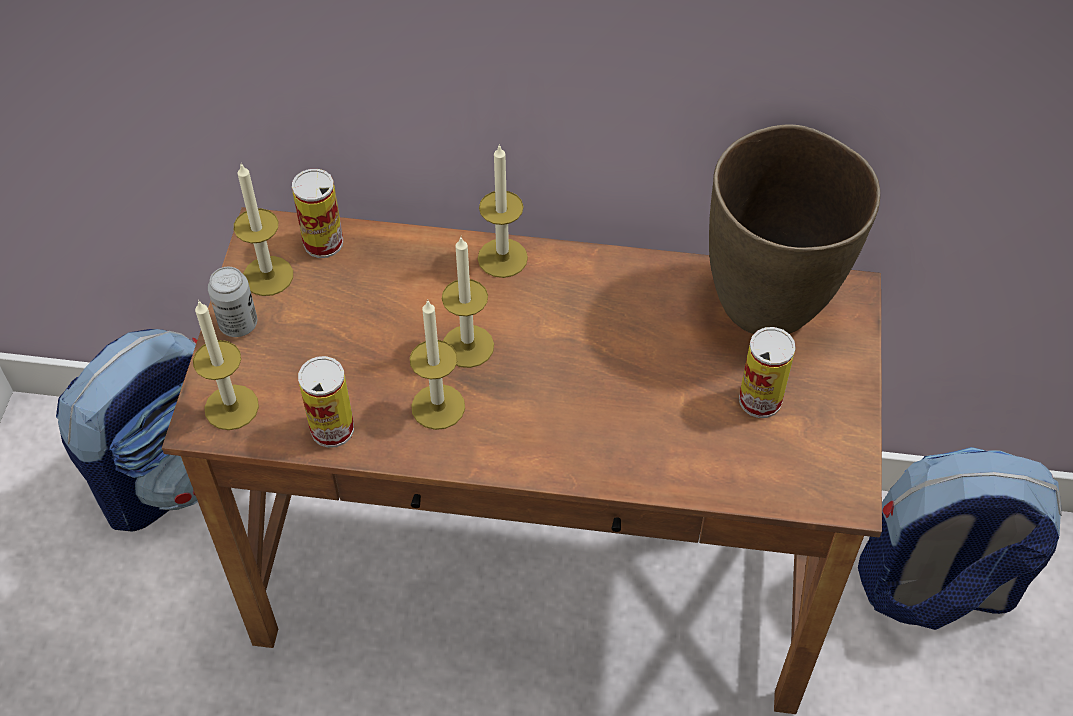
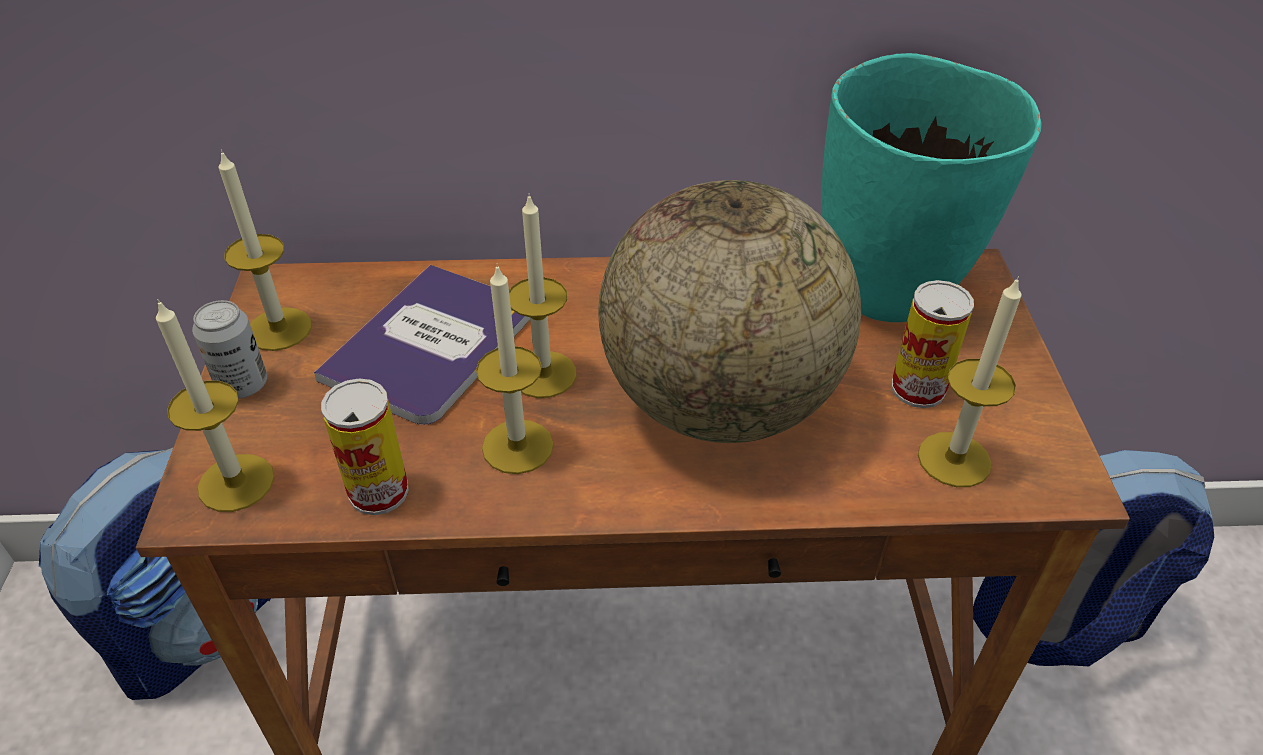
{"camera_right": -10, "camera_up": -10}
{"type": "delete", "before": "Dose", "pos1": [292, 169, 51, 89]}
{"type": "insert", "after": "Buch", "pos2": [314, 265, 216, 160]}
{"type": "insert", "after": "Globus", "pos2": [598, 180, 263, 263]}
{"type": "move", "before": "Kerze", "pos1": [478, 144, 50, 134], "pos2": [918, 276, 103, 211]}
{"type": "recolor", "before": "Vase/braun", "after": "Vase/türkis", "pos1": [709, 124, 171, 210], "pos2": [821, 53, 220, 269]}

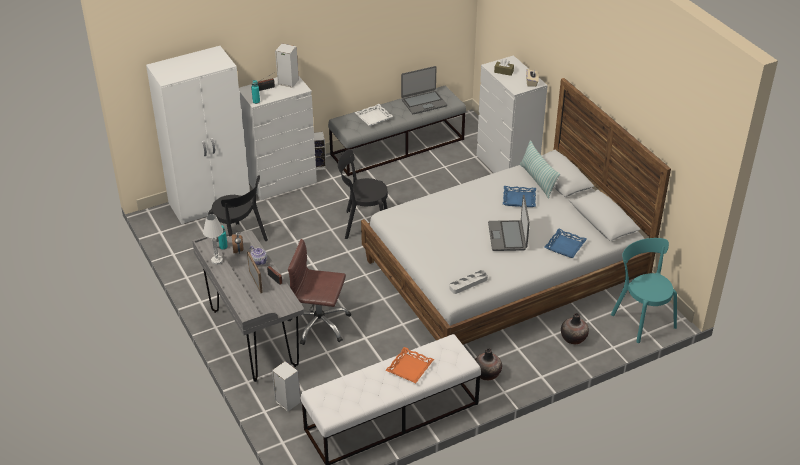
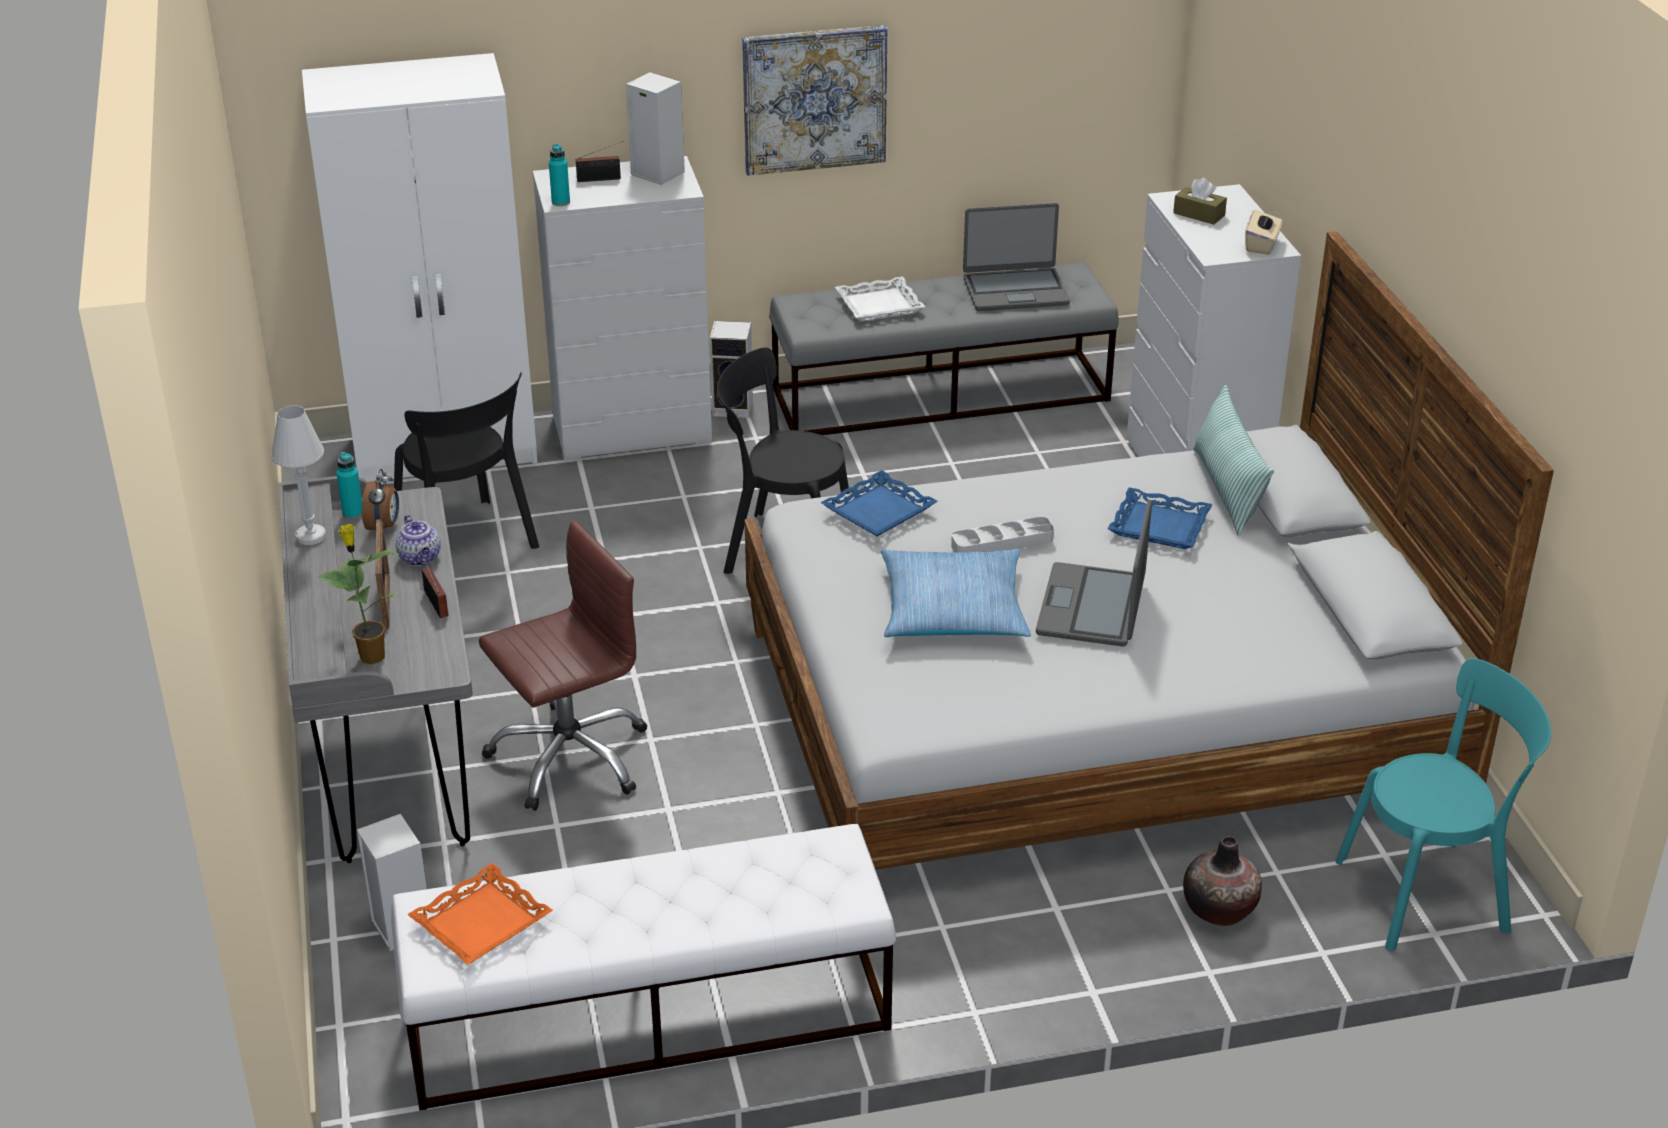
{"camera_right": 15, "camera_up": -5}
{"type": "delete", "before": "Vase", "pos1": [475, 348, 27, 32]}
{"type": "insert", "after": "Topfpflanze", "pos2": [317, 524, 82, 140]}
{"type": "insert", "after": "Bild", "pos2": [742, 25, 145, 151]}
{"type": "insert", "after": "Kissen", "pos2": [881, 549, 150, 88]}
{"type": "move", "before": "Tablett/orange", "pos1": [385, 347, 49, 36], "pos2": [407, 863, 146, 102]}
{"type": "move", "before": "Tablett/grau", "pos1": [449, 270, 39, 24], "pos2": [951, 517, 103, 35]}
{"type": "move", "before": "Tablett/blau", "pos1": [544, 229, 43, 29], "pos2": [820, 470, 117, 66]}
{"type": "rotate", "before": "Bürostuhl/braun", "pos1": [288, 239, 63, 106], "pos2": [479, 520, 168, 291], "turn": 120}
{"type": "rotate", "before": "Stuhl/türkis", "pos1": [611, 238, 66, 105], "pos2": [1336, 658, 215, 293], "turn": 90}

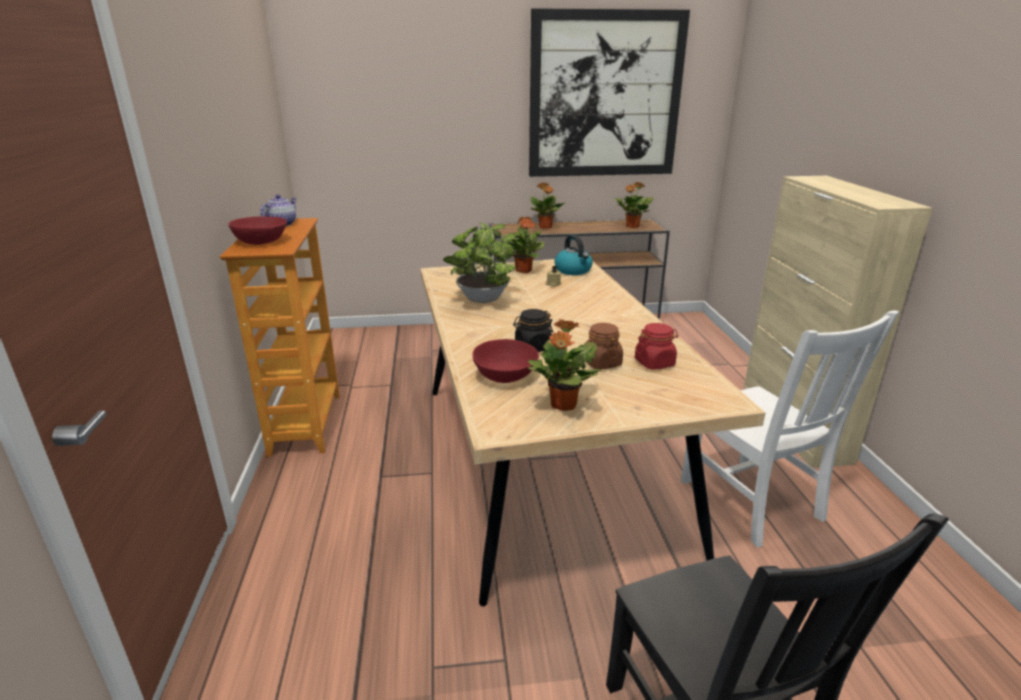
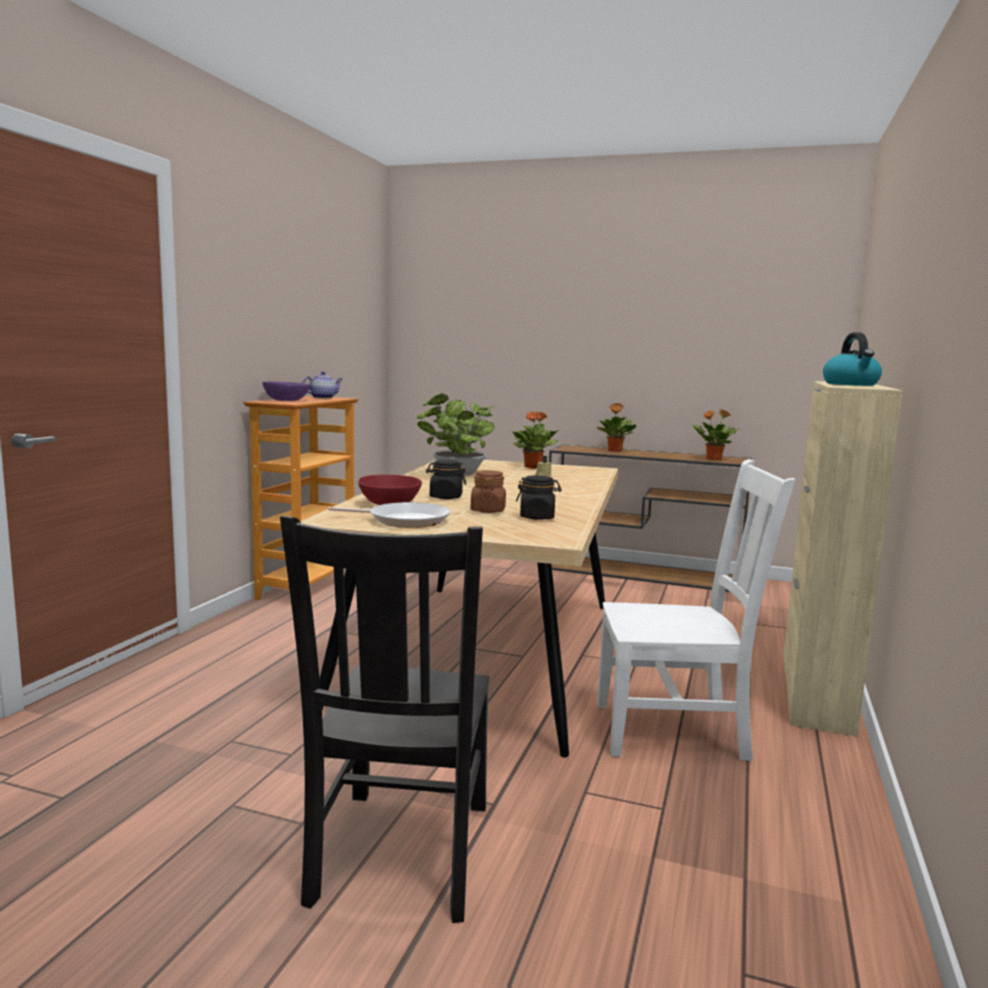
{"camera_right": 25, "camera_up": -15}
{"type": "delete", "before": "Bild", "pos1": [529, 8, 161, 169]}
{"type": "move", "before": "Wasserkessel", "pos1": [554, 235, 39, 40], "pos2": [823, 332, 59, 54]}
{"type": "replace", "before": "Topfpflanze", "after": "Pfanne", "pos1": [528, 319, 73, 92], "pos2": [328, 502, 123, 26]}
{"type": "recolor", "before": "Schüssel/rot", "after": "Schüssel/lila", "pos1": [229, 216, 58, 29], "pos2": [263, 381, 48, 20]}
{"type": "recolor", "before": "Vorratsglas/rot", "after": "Vorratsglas/schwarz", "pos1": [635, 323, 43, 47], "pos2": [516, 475, 46, 45]}
{"type": "rotate", "before": "Stuhl/weiß", "pos1": [680, 311, 219, 236], "pos2": [597, 459, 198, 302], "turn": -90}

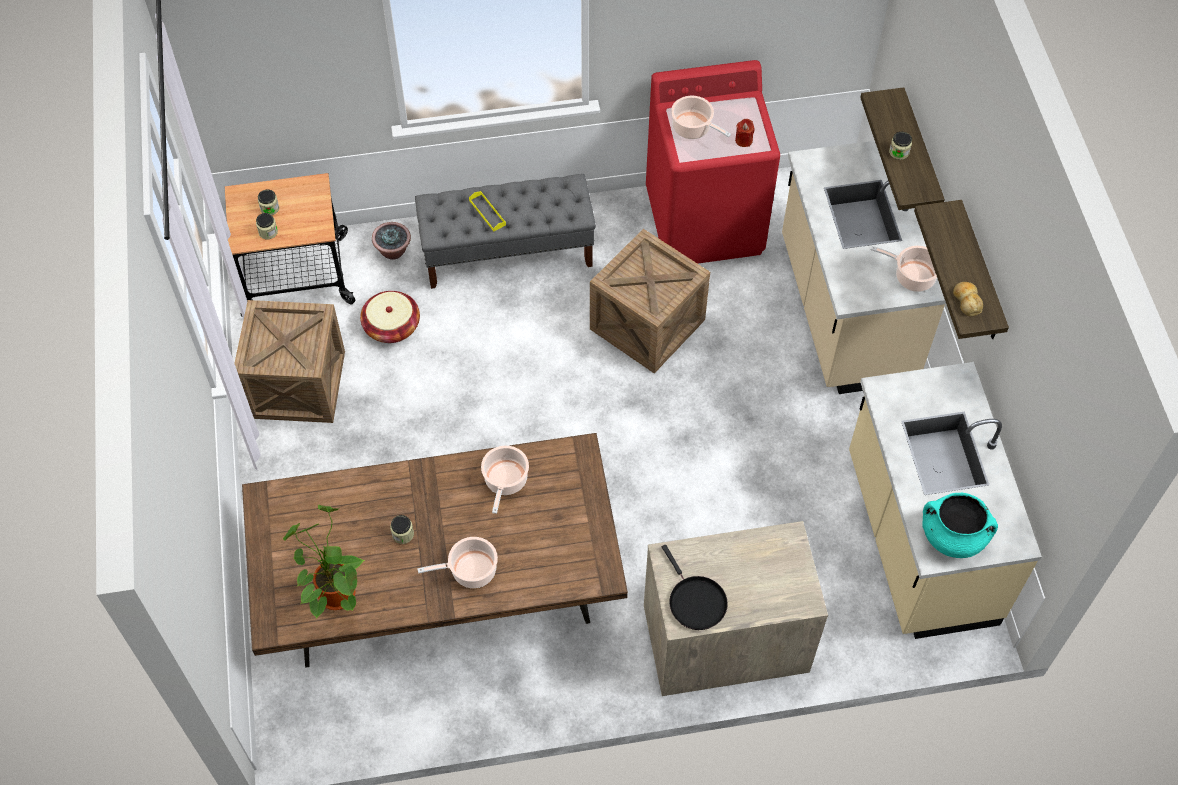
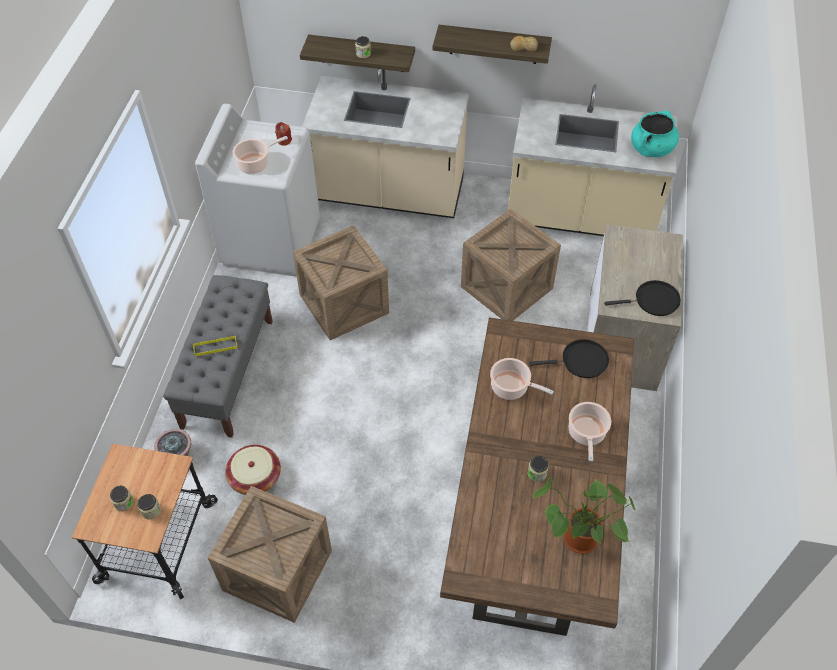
{"camera_right": -70, "camera_up": -5}
{"type": "delete", "before": "Kochtopf", "pos1": [870, 246, 67, 46]}
{"type": "insert", "after": "Kiste", "pos2": [461, 209, 100, 112]}
{"type": "insert", "after": "Pfanne/schwarz", "pos2": [529, 339, 80, 39]}
{"type": "recolor", "before": "Waschmaschine/rot", "after": "Waschmaschine/weiß", "pos1": [646, 60, 134, 204], "pos2": [195, 104, 125, 173]}

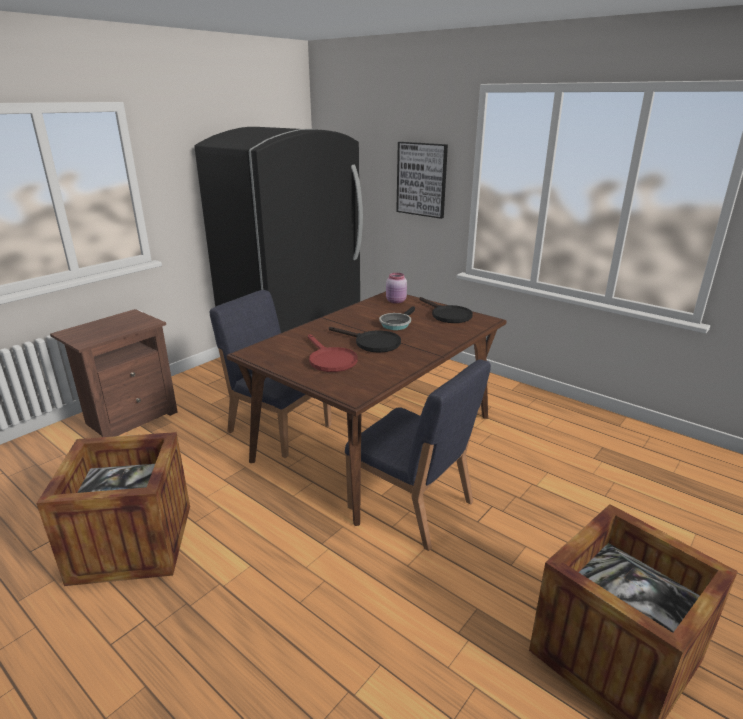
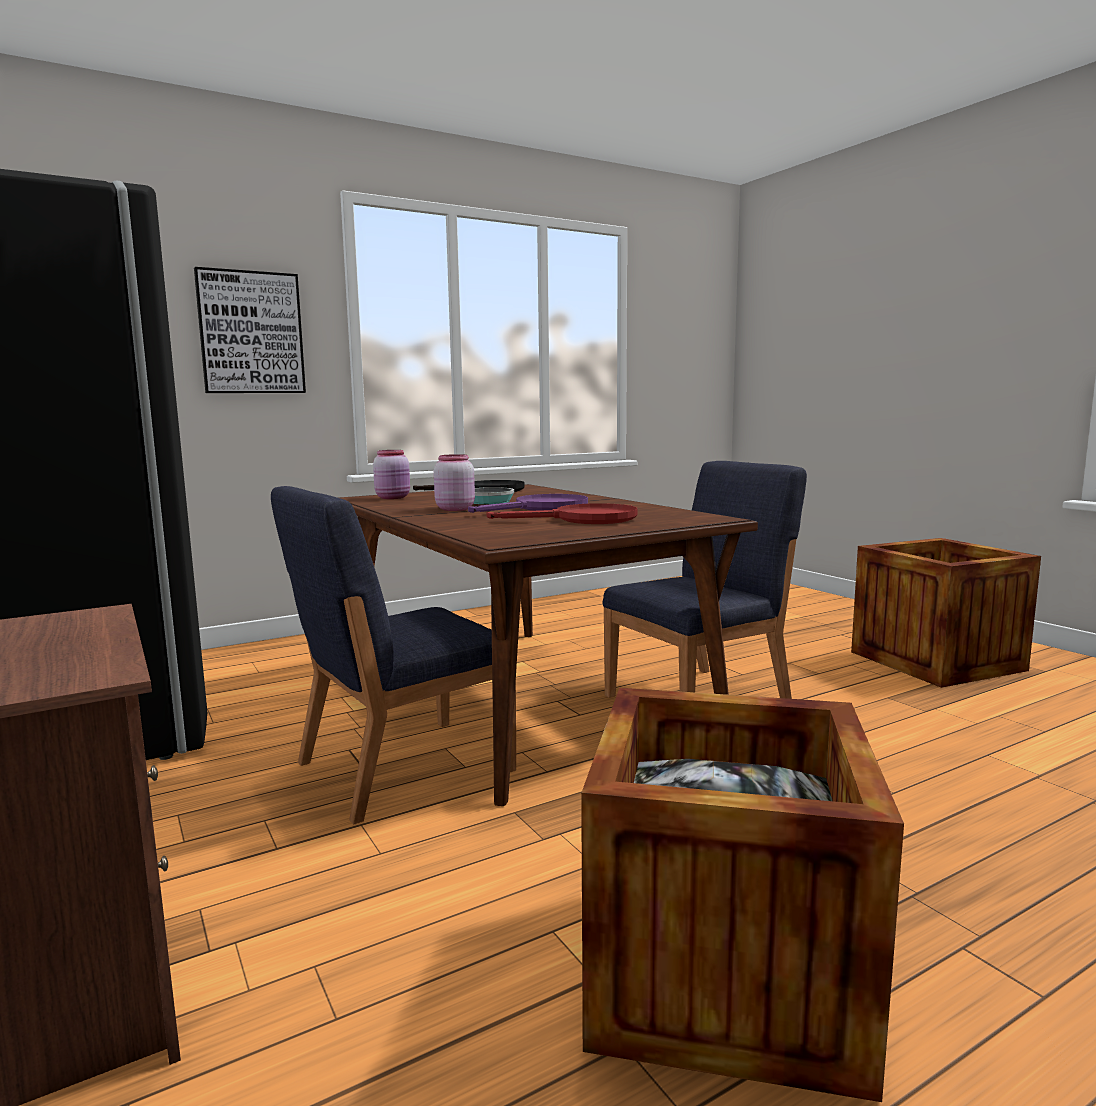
{"camera_right": -70, "camera_up": -15}
{"type": "insert", "after": "Vorratsglas/rosa", "pos2": [434, 454, 41, 57]}
{"type": "recolor", "before": "Pfanne/schwarz", "after": "Pfanne/lila", "pos1": [329, 327, 72, 26], "pos2": [468, 494, 120, 19]}

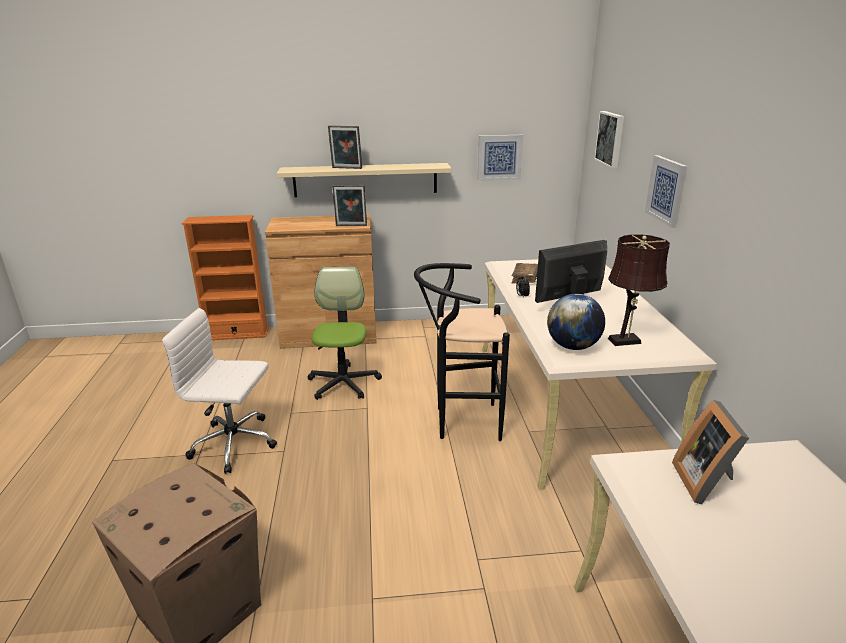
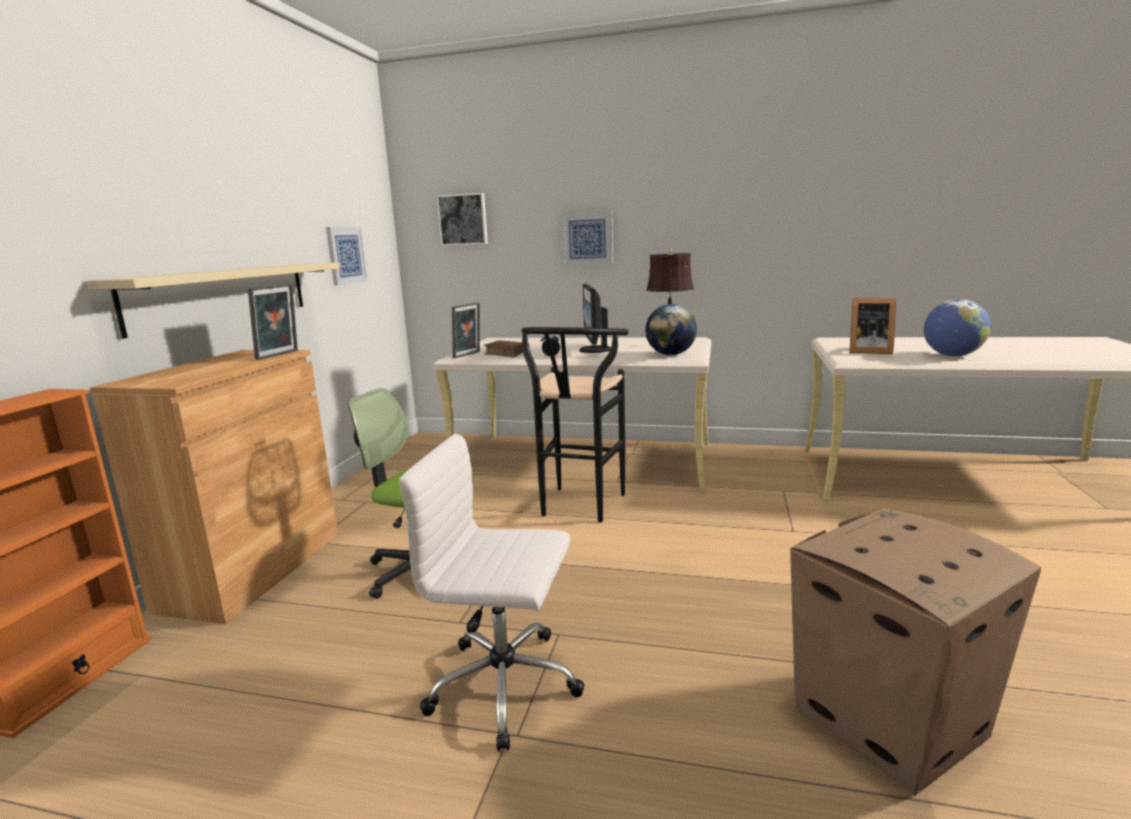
{"camera_right": -70, "camera_up": -10}
{"type": "insert", "after": "Globus", "pos2": [923, 299, 68, 58]}
{"type": "move", "before": "Bilderrahmen", "pos1": [328, 125, 34, 44], "pos2": [452, 303, 28, 55]}
{"type": "rotate", "before": "Bürostuhl/weiß", "pos1": [162, 308, 115, 166], "pos2": [399, 434, 185, 318], "turn": 75}

